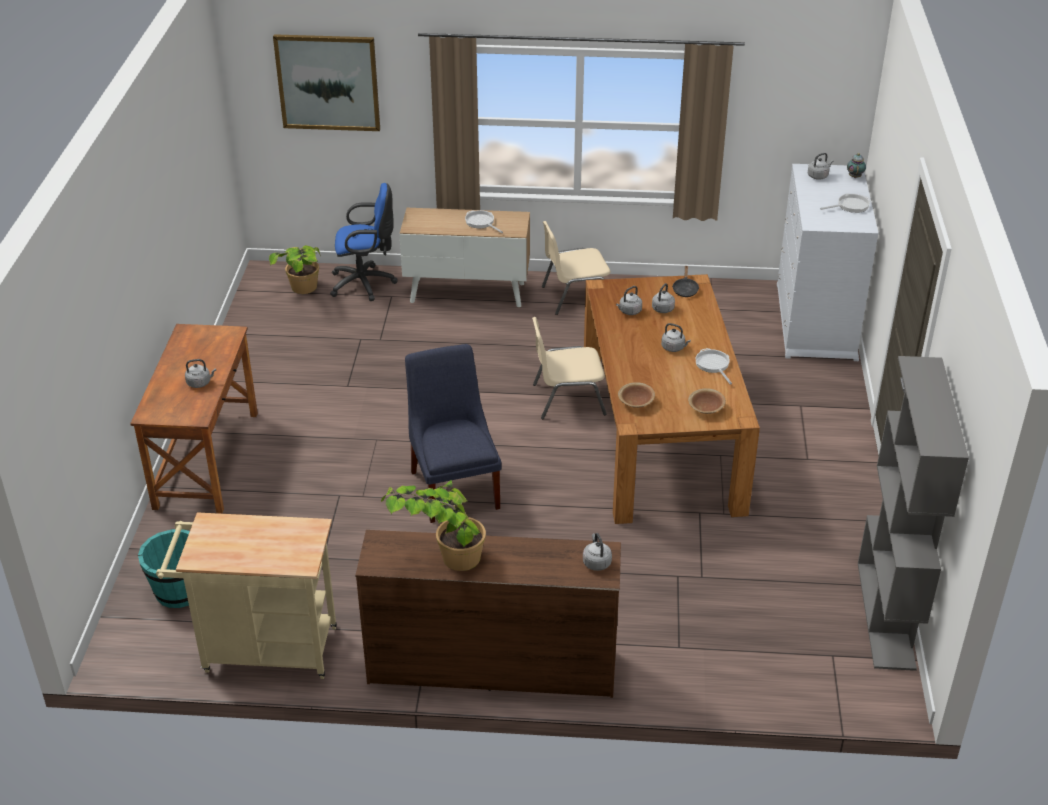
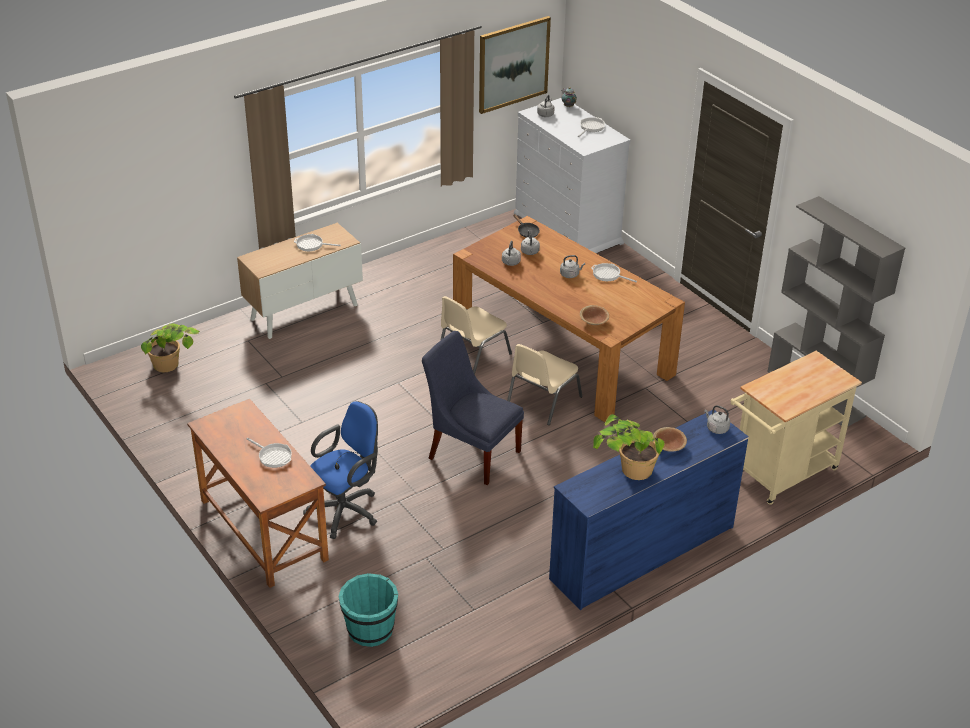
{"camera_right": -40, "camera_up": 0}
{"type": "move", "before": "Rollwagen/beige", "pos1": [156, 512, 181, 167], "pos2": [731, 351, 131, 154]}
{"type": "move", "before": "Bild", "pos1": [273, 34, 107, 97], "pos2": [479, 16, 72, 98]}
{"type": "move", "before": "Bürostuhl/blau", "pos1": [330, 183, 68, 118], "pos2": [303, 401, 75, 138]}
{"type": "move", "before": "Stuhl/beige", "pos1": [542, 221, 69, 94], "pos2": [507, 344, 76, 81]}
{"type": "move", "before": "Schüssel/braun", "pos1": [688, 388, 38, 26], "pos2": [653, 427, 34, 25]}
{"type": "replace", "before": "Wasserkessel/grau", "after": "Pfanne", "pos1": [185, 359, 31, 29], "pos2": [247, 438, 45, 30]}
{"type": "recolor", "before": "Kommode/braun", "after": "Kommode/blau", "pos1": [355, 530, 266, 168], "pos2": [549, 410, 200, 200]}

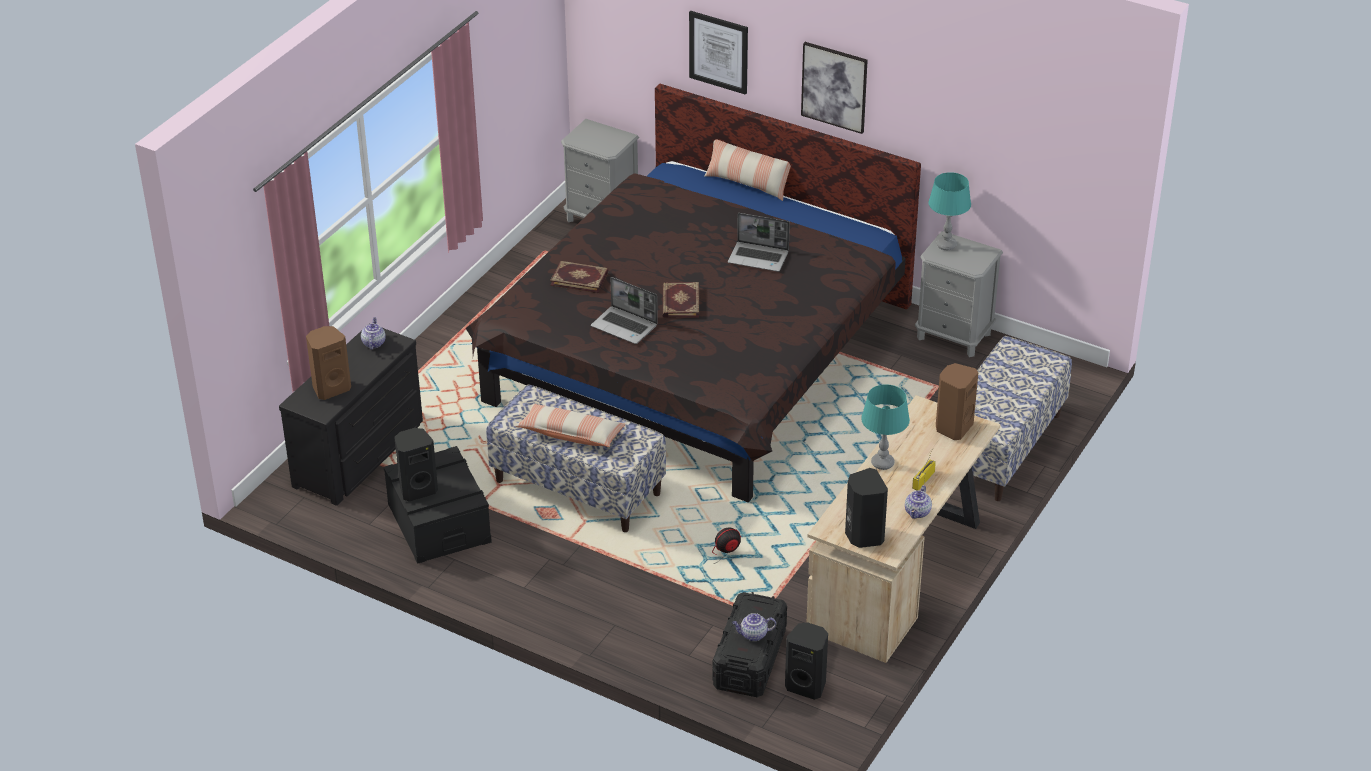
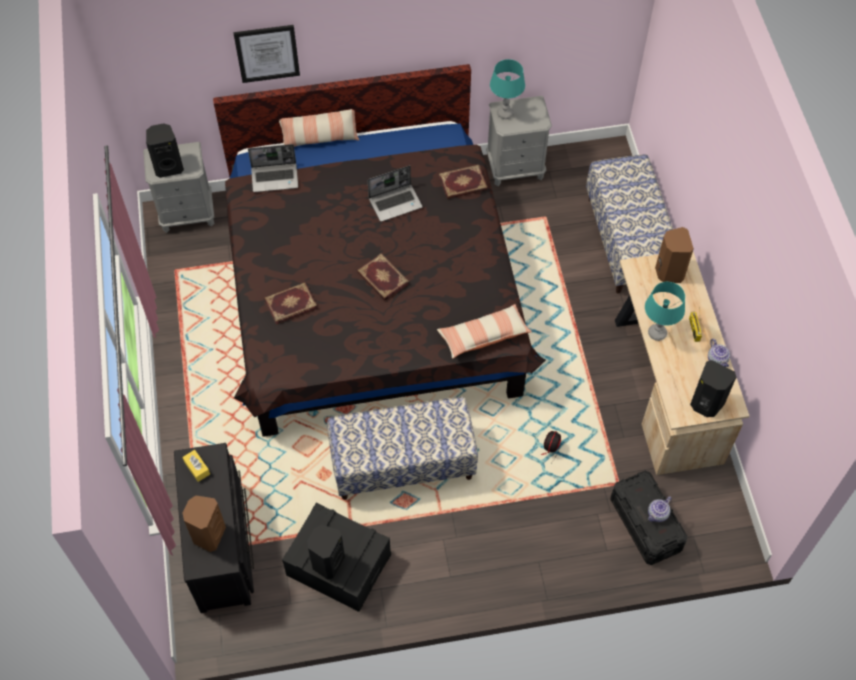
{"camera_right": -40, "camera_up": 20}
{"type": "delete", "before": "Bild", "pos1": [801, 42, 67, 92]}
{"type": "insert", "after": "Buch", "pos2": [439, 165, 49, 34]}
{"type": "move", "before": "Kissen", "pos1": [515, 403, 111, 44], "pos2": [437, 304, 95, 55]}
{"type": "move", "before": "Laptop", "pos1": [591, 277, 67, 67], "pos2": [248, 144, 50, 48]}
{"type": "move", "before": "Lautsprecher/schwarz", "pos1": [785, 622, 43, 78], "pos2": [146, 123, 38, 55]}
{"type": "replace", "before": "Teekanne", "after": "Taschentuchbox/gelb", "pos1": [361, 317, 25, 33], "pos2": [182, 450, 28, 32]}

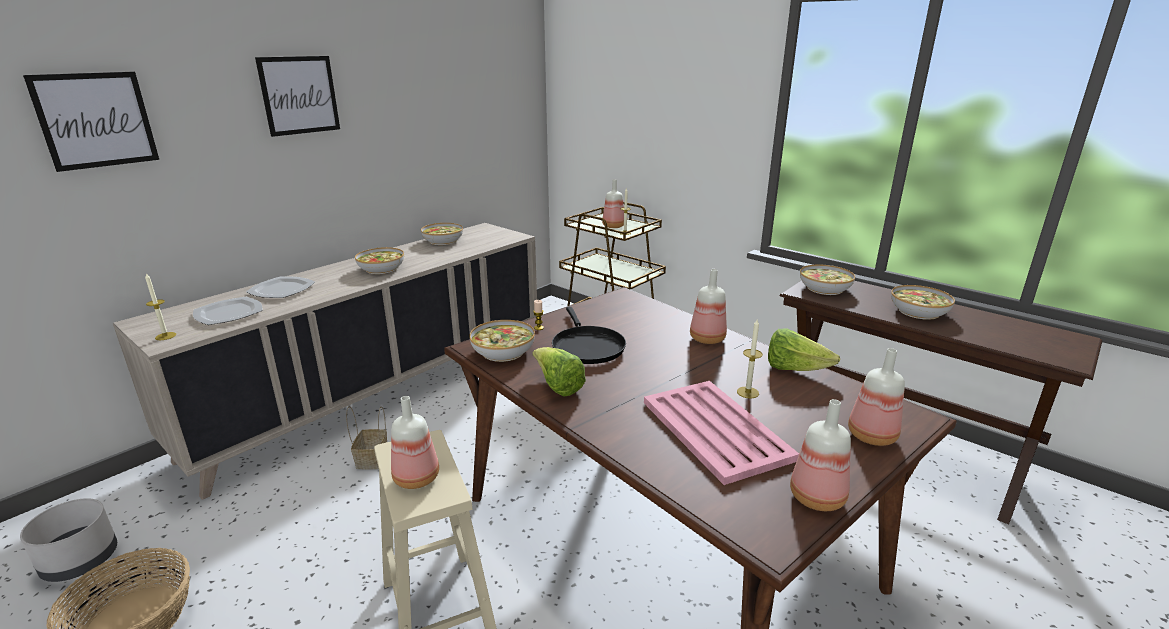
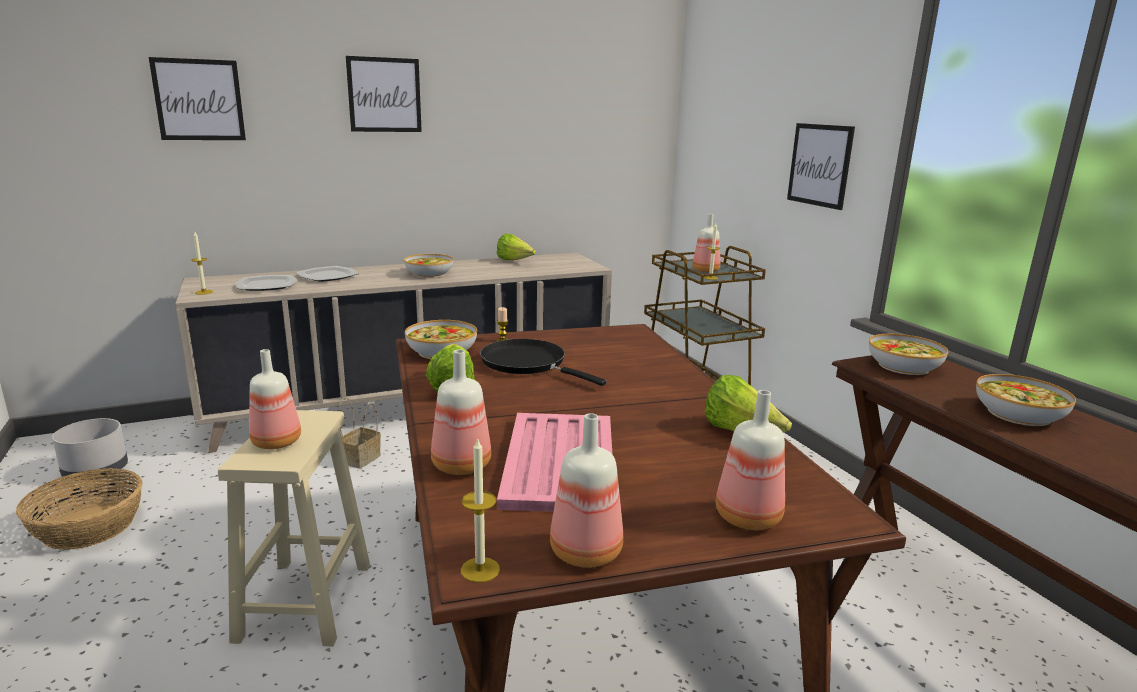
{"camera_right": 25, "camera_up": -5}
{"type": "insert", "after": "Bild", "pos2": [787, 123, 68, 87]}
{"type": "move", "before": "Flasche", "pos1": [690, 269, 37, 75], "pos2": [431, 349, 60, 126]}
{"type": "move", "before": "Kerze", "pos1": [737, 318, 26, 81], "pos2": [461, 438, 39, 145]}
{"type": "replace", "before": "Schüssel", "after": "Salatkopf", "pos1": [421, 223, 42, 22], "pos2": [497, 234, 39, 26]}
{"type": "rotate", "before": "Pfanne/schwarz", "pos1": [552, 307, 74, 57], "pos2": [480, 339, 126, 47], "turn": 120}

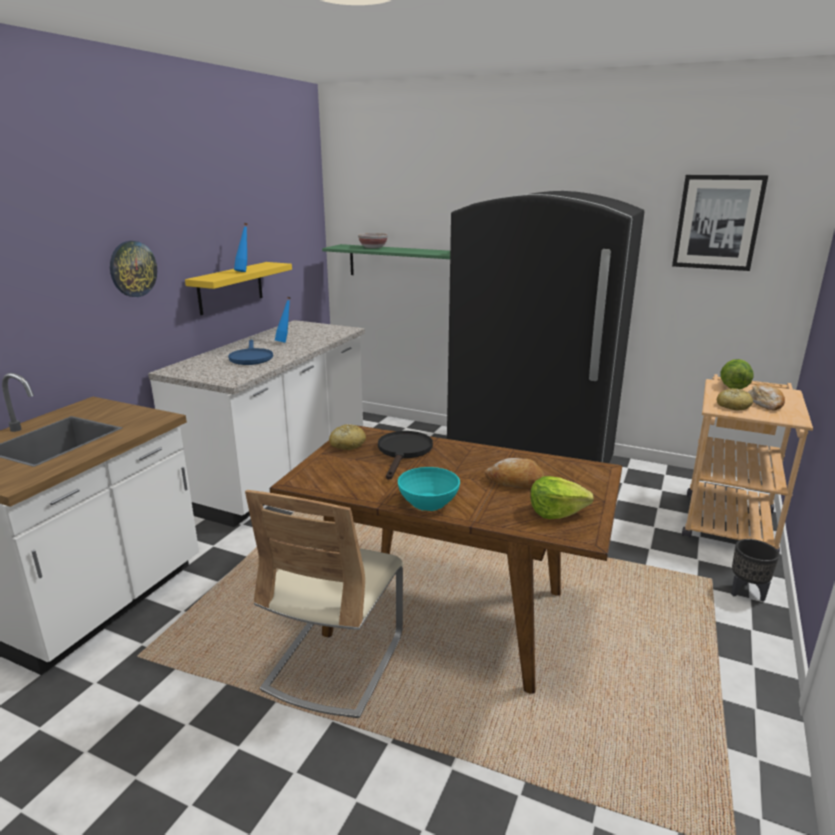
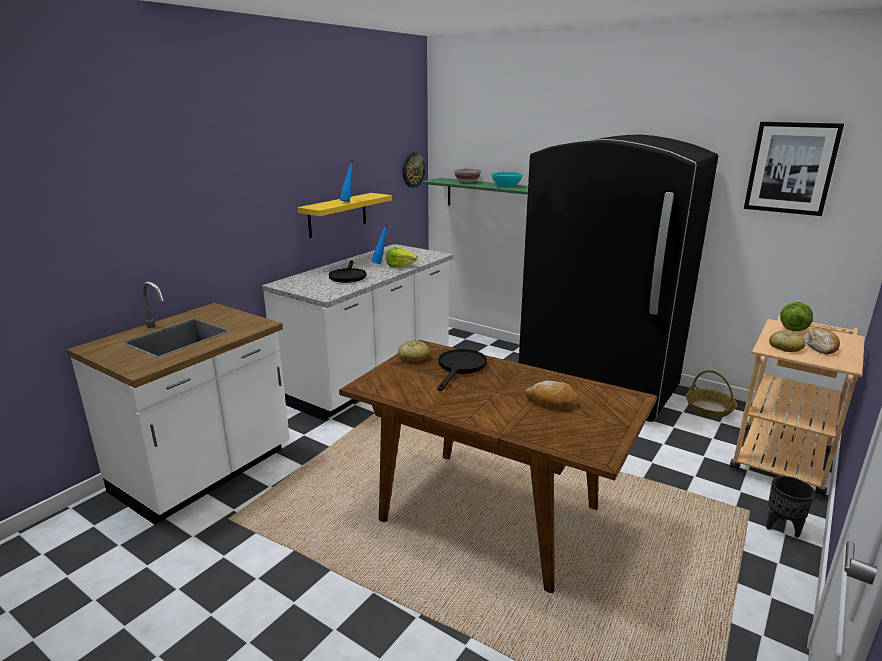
{"camera_right": 10, "camera_up": 0}
{"type": "delete", "before": "Stuhl/beige", "pos1": [245, 490, 158, 228]}
{"type": "insert", "after": "Korb", "pos2": [686, 370, 51, 47]}
{"type": "move", "before": "Wanduhr", "pos1": [110, 241, 47, 56], "pos2": [402, 152, 23, 36]}
{"type": "move", "before": "Schüssel/türkis", "pos1": [398, 467, 62, 44], "pos2": [492, 172, 31, 16]}
{"type": "move", "before": "Salatkopf", "pos1": [530, 476, 64, 43], "pos2": [386, 247, 32, 20]}
{"type": "recolor", "before": "Pfanne/blau", "after": "Pfanne/schwarz", "pos1": [228, 340, 45, 25], "pos2": [329, 260, 37, 23]}

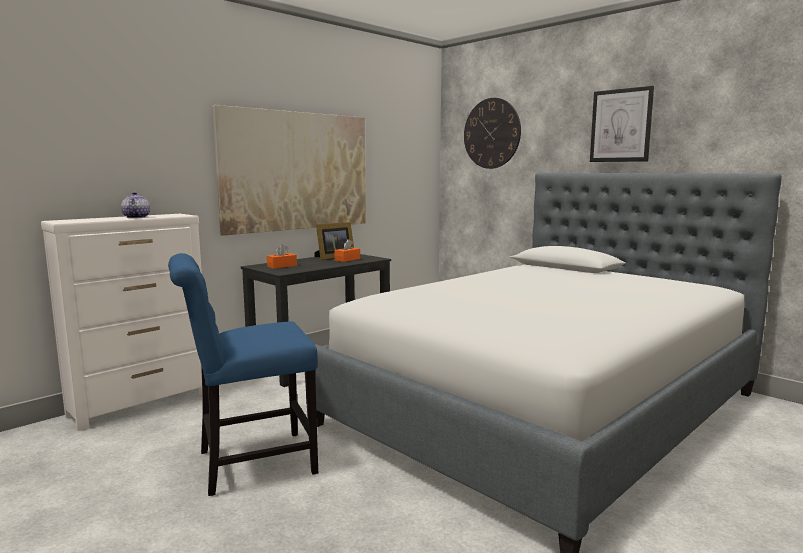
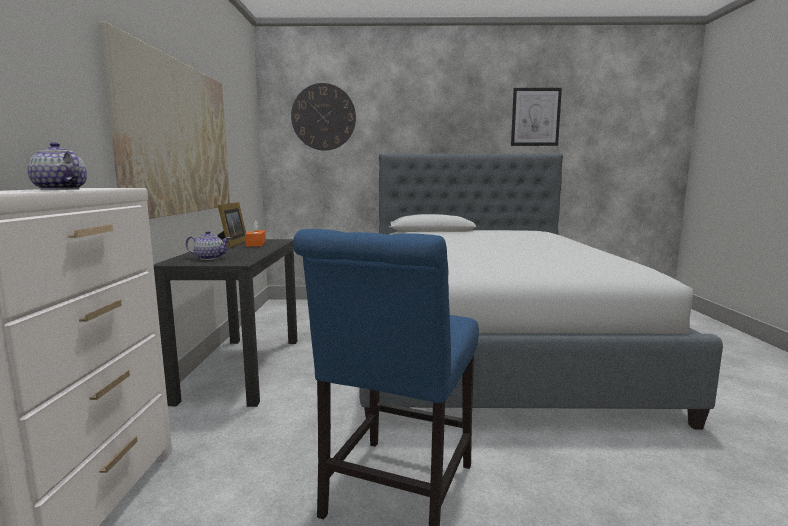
{"camera_right": -45, "camera_up": 0}
{"type": "move", "before": "Bild", "pos1": [590, 86, 64, 76], "pos2": [511, 88, 51, 58]}
{"type": "replace", "before": "Taschentuchbox/orange", "after": "Teekanne", "pos1": [267, 244, 30, 25], "pos2": [186, 231, 45, 29]}

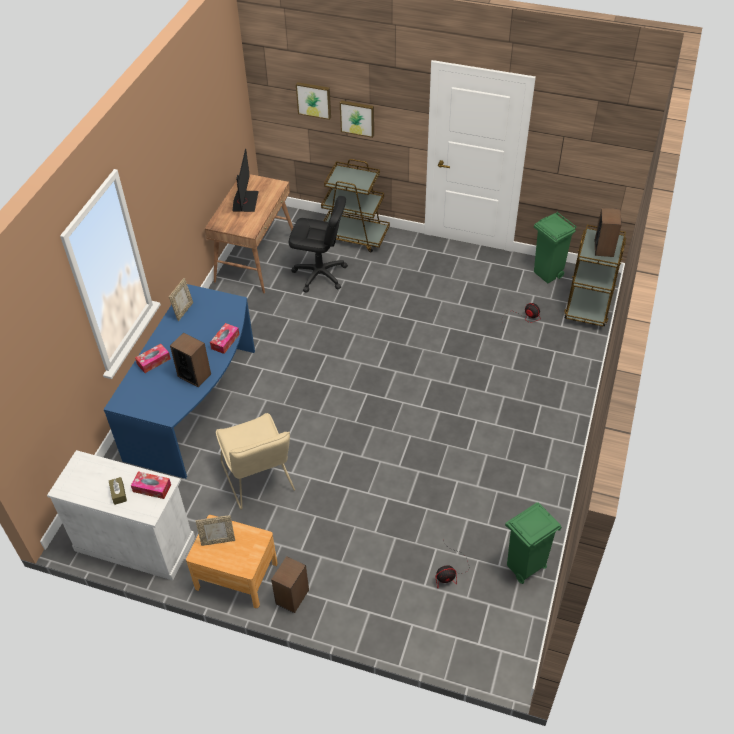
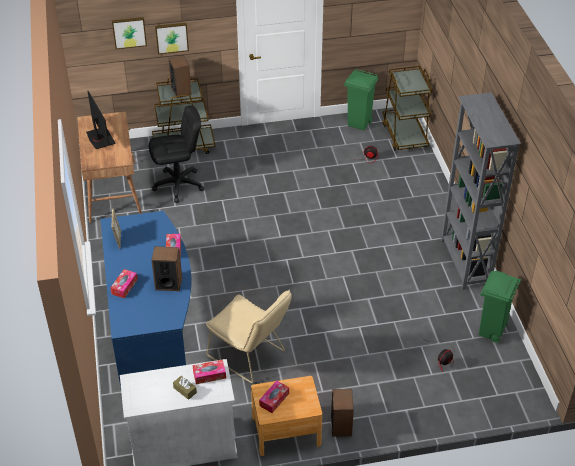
{"camera_right": -30, "camera_up": -5}
{"type": "insert", "after": "Bücherregal/grau", "pos2": [441, 92, 80, 198]}
{"type": "move", "before": "Lautsprecher", "pos1": [595, 208, 27, 49], "pos2": [168, 55, 24, 43]}
{"type": "replace", "before": "Bilderrahmen", "after": "Taschentuchbox", "pos1": [196, 515, 39, 31], "pos2": [259, 380, 30, 33]}

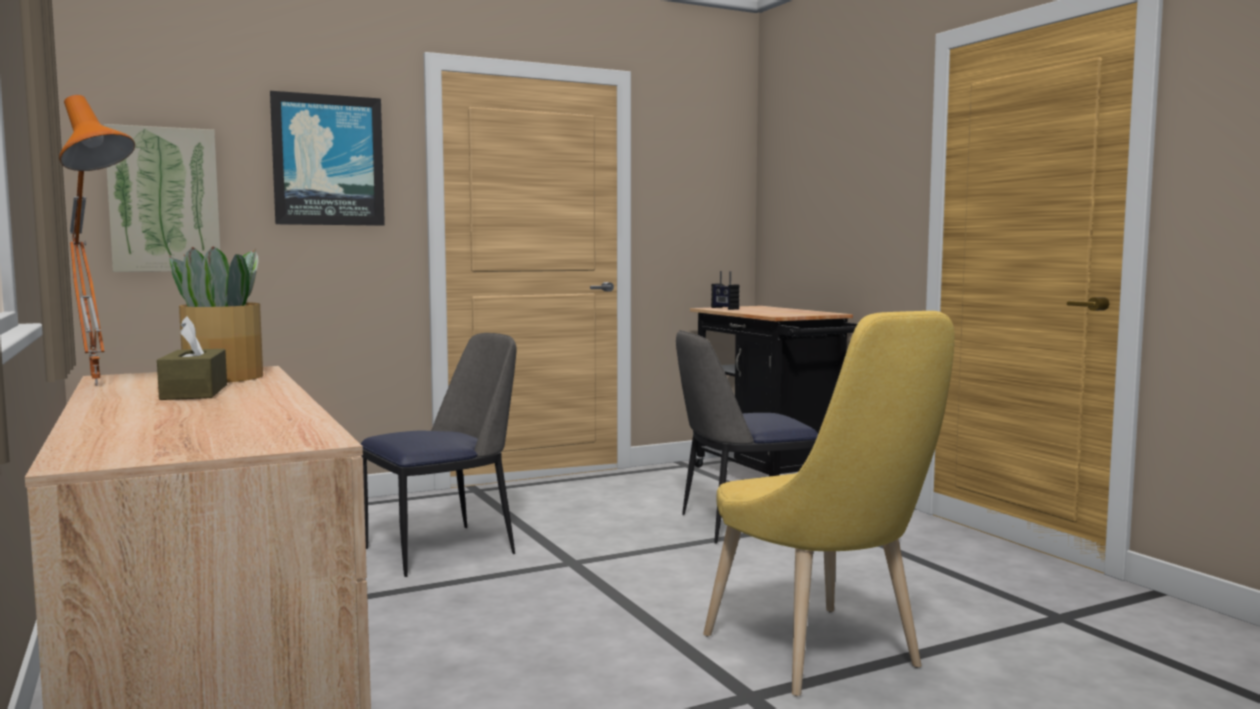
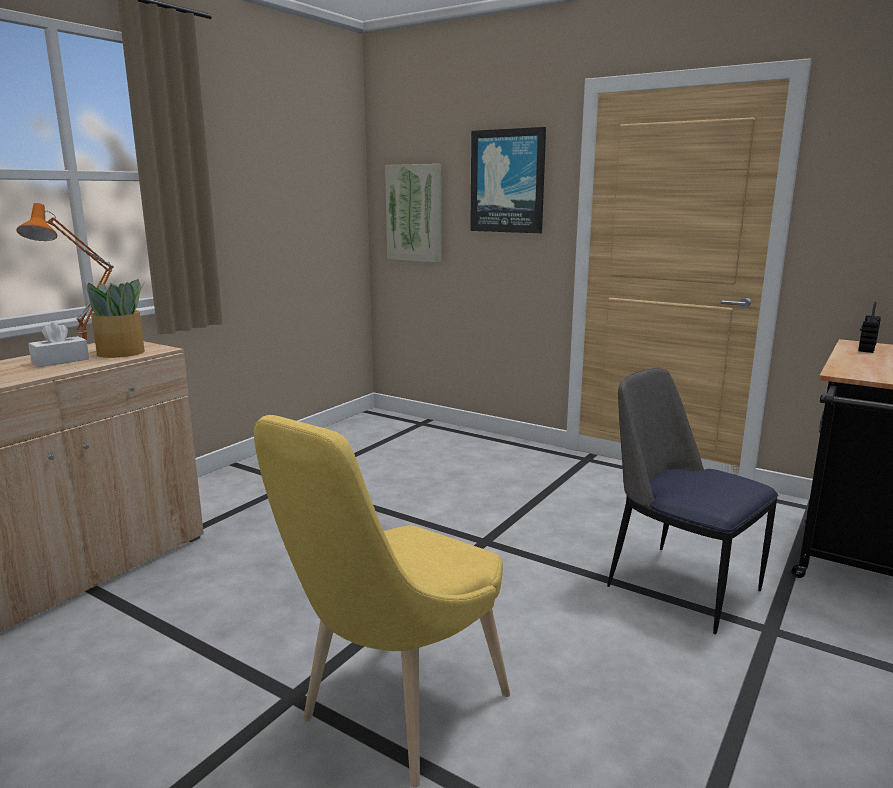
{"camera_right": 60, "camera_up": 10}
{"type": "delete", "before": "Stuhl", "pos1": [361, 333, 156, 244]}
{"type": "recolor", "before": "Taschentuchbox/braun", "after": "Taschentuchbox/weiß", "pos1": [157, 317, 70, 83], "pos2": [28, 321, 61, 46]}

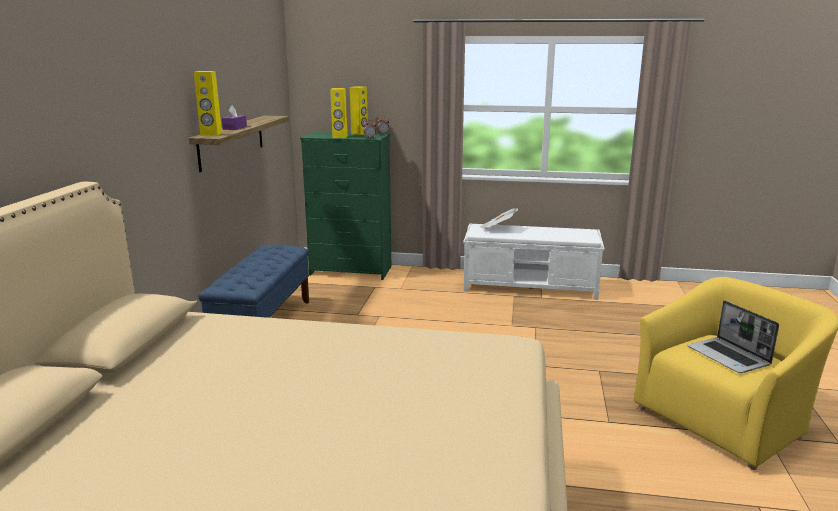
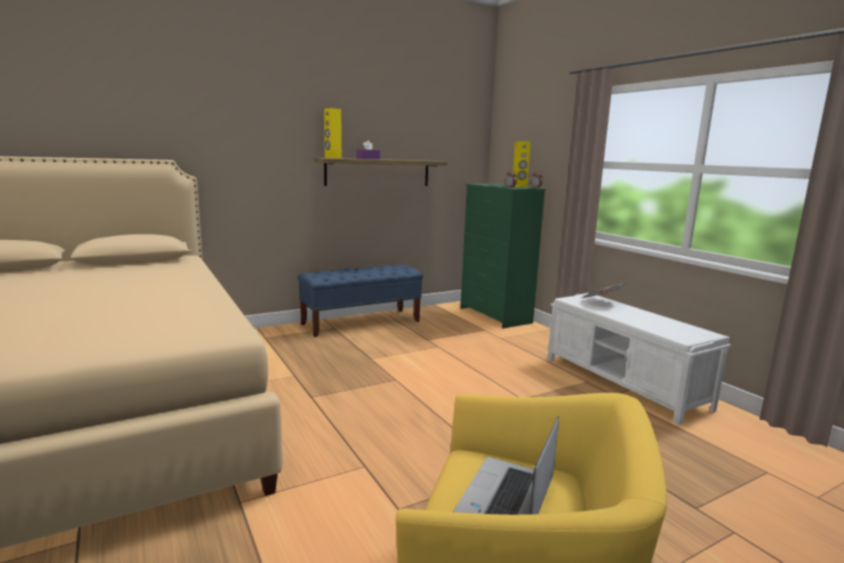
{"camera_right": 50, "camera_up": -5}
{"type": "delete", "before": "Lautsprecher/gelb", "pos1": [330, 88, 18, 50]}

